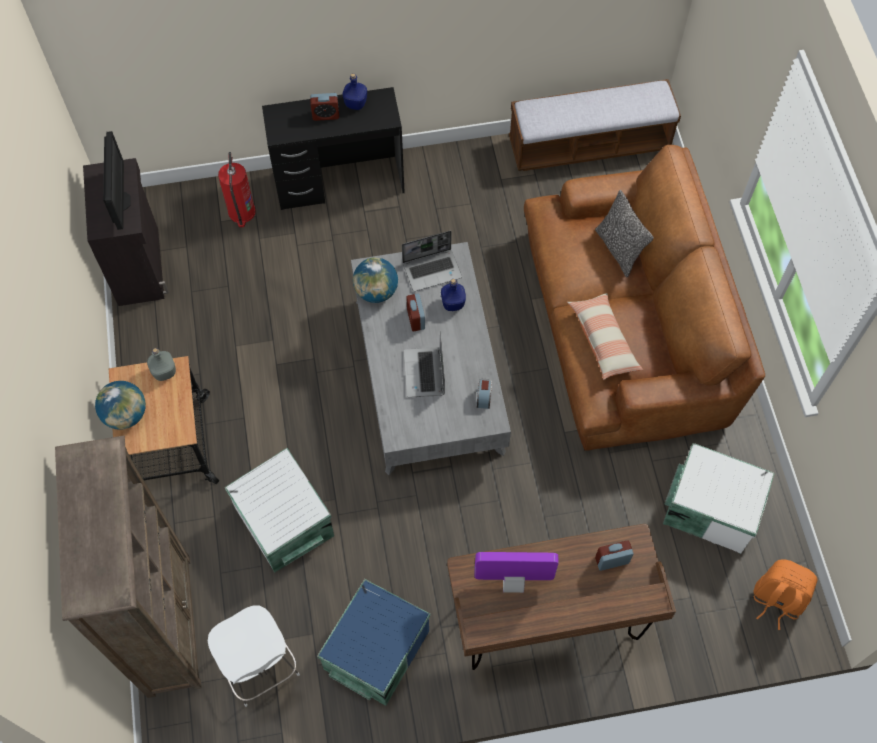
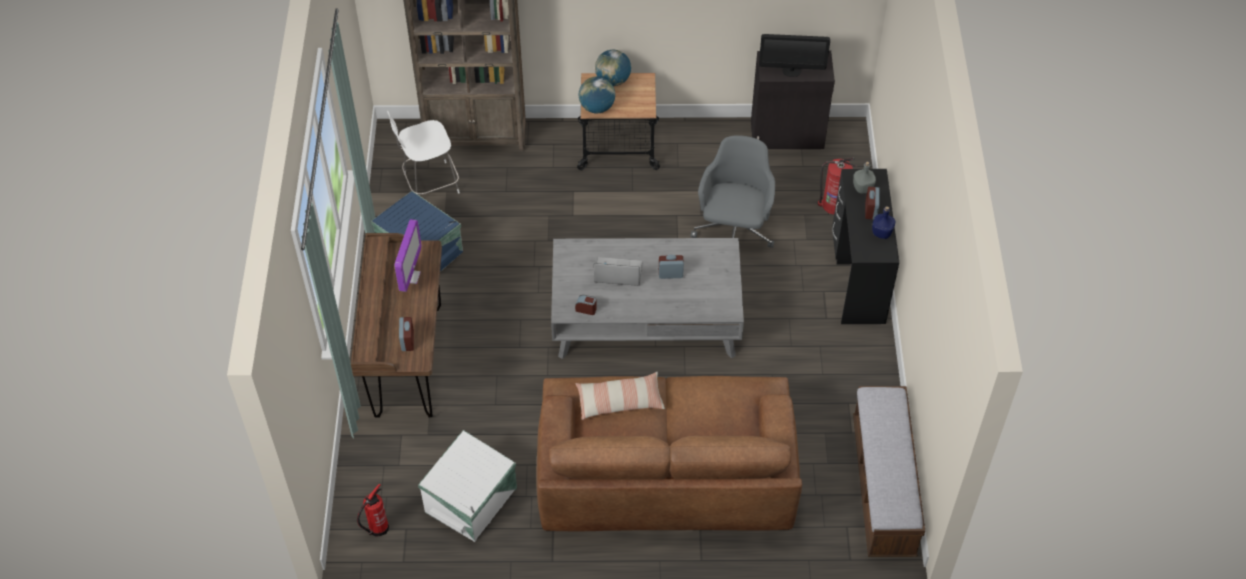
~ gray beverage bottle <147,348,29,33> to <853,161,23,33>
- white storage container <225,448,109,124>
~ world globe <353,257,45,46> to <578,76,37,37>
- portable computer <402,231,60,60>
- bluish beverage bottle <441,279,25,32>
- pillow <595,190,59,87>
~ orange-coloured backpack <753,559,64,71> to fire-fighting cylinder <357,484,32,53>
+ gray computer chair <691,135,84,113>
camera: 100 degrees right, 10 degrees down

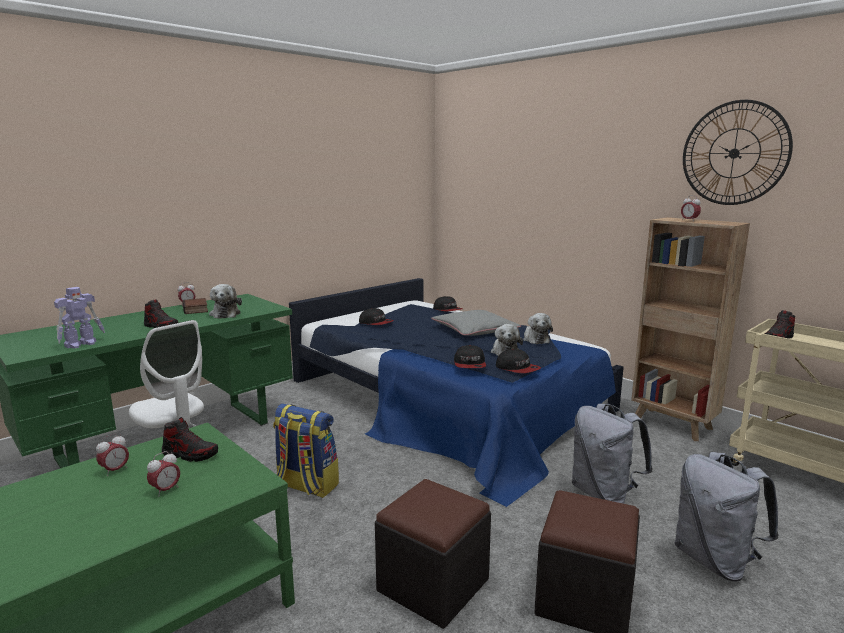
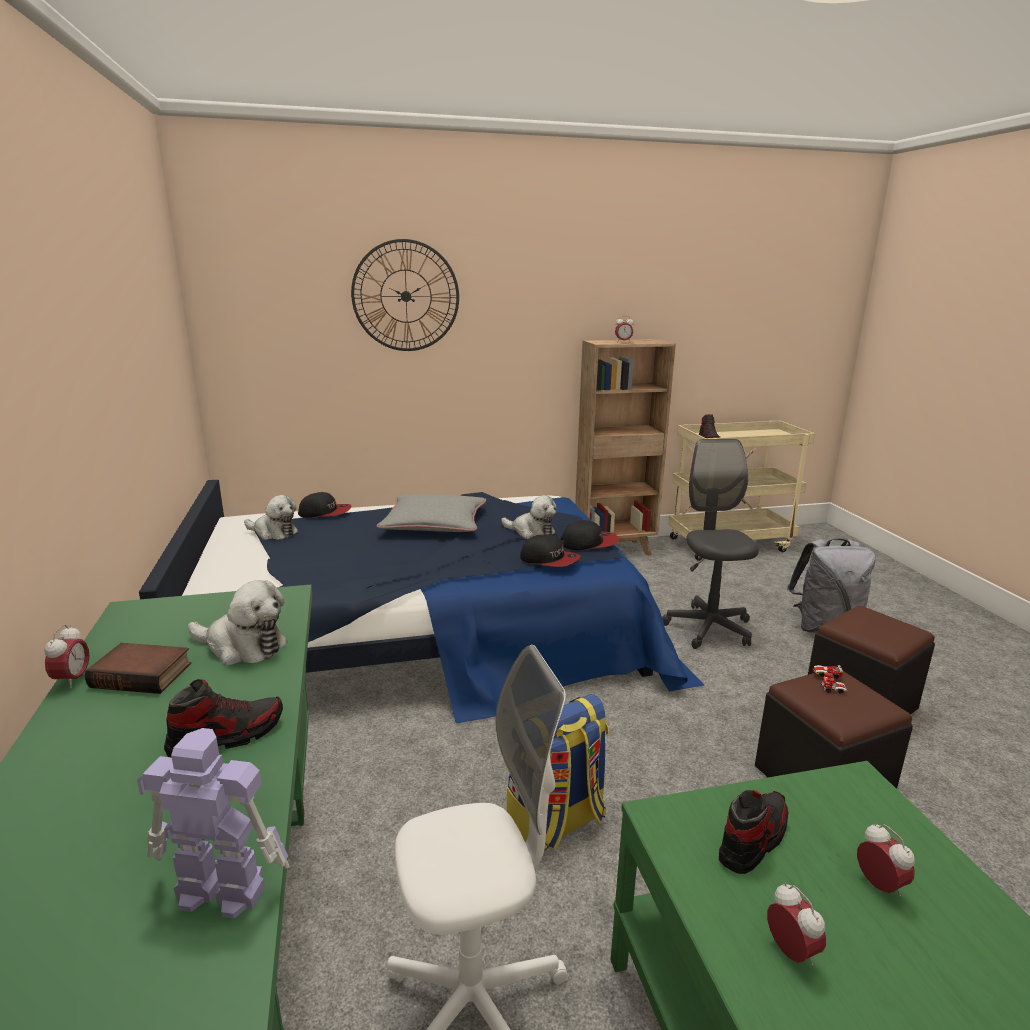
~ model robot <54,287,51,62> = <137,728,152,191> 60 degrees counterclockwise
- baseball cap <359,308,35,17>
~ soft toy <523,313,30,31> to <244,495,54,45>
~ gray backpack <572,404,81,100> to gray computer chair <662,439,97,210>
~ wall clock <683,100,110,105> to <351,239,108,112>
+ miniature car <812,665,35,29>
camera: 60 degrees left, 5 degrees up

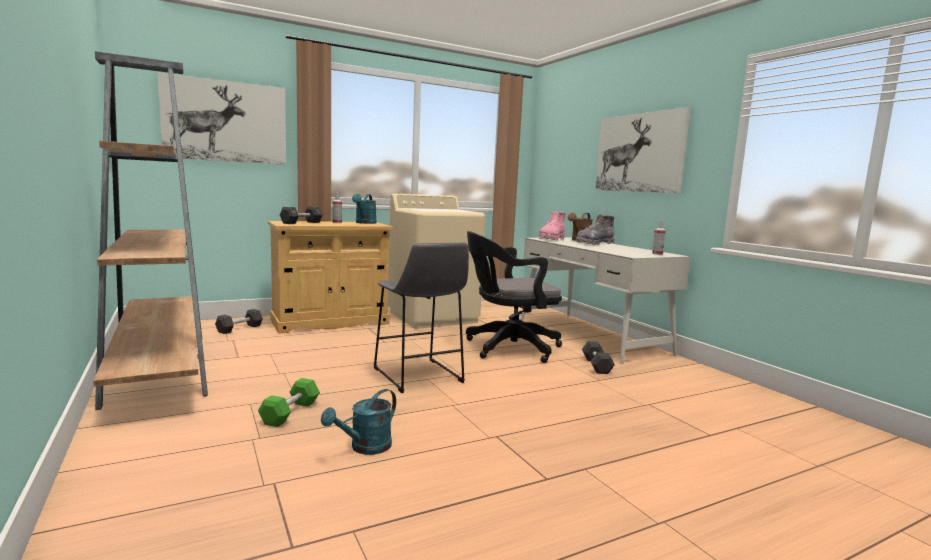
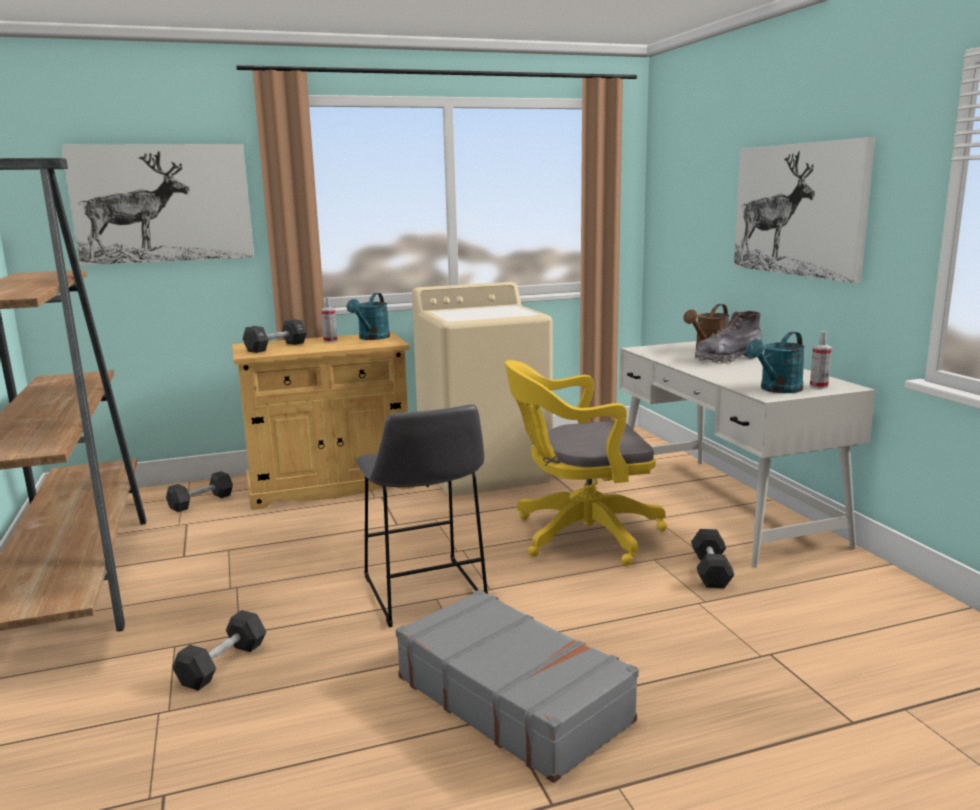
~ greenish dumbbell <258,378,62,49> to blackish dumbbell <172,610,95,81>
~ blue-green watering can <321,389,75,66> to <746,332,59,61>
~ blackish computer chair <466,231,96,132> to yellow computer chair <505,360,162,206>
- pink-coloured boot <539,211,27,30>
+ gray suitcase <396,590,243,193>
camera: 10 degrees right, 5 degrees up

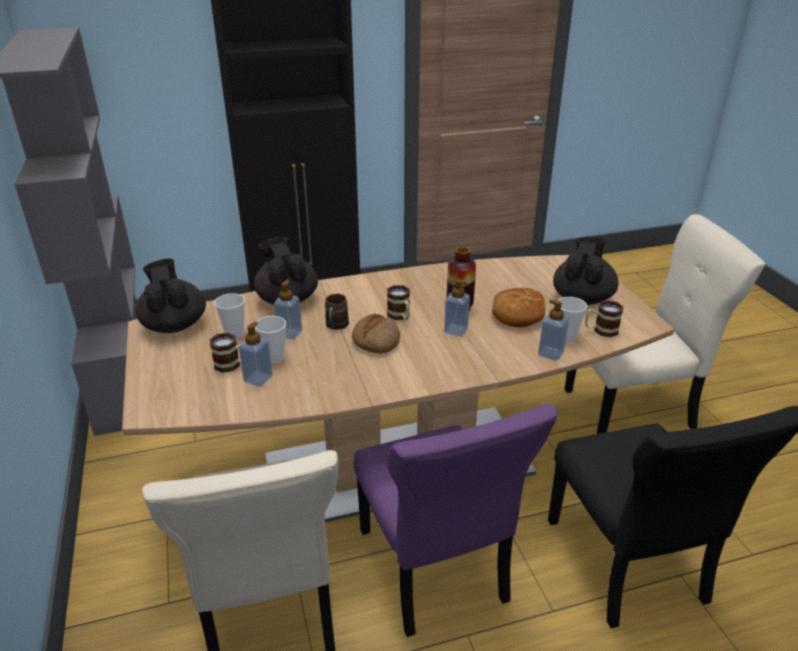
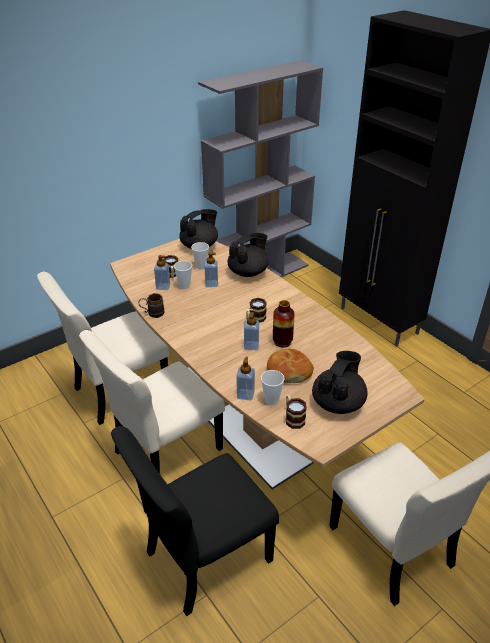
~ brown-coloured mug <325,294,24,36> to <139,293,26,25>
- baked bread <352,314,48,40>
~ purplish plain chair <354,404,204,233> to beige plain chair <79,330,146,144>
~ blackish tea pot <553,237,65,68> = <312,351,55,63> 60 degrees counterclockwise
camera: 70 degrees right, 5 degrees up

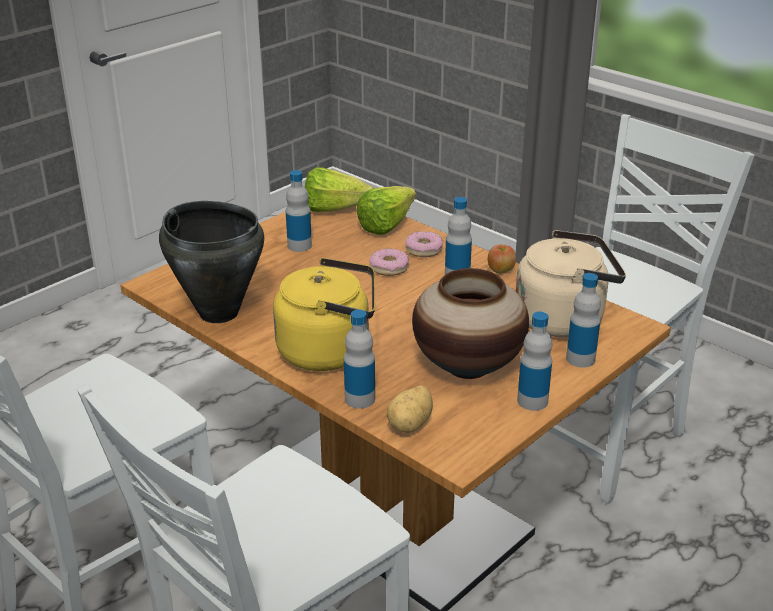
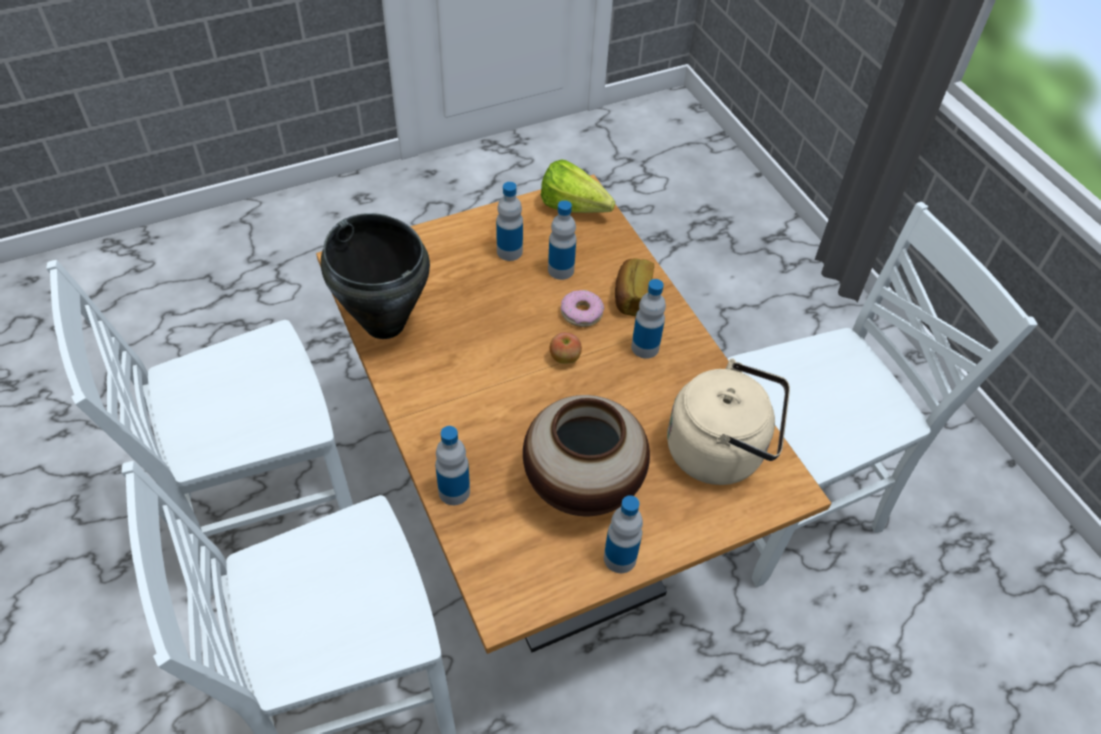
- yellow kettle <273,258,102,113>
- head of lettuce <356,186,60,49>
- whole potato <387,385,46,48>
~ ring doughnut <405,231,38,26> to baked bread <615,259,39,57>
~ apple fruit <488,245,28,29> to <550,332,32,32>
~ beverage bottle <566,273,35,95> to <548,200,28,80>
camera: 20 degrees right, 20 degrees up

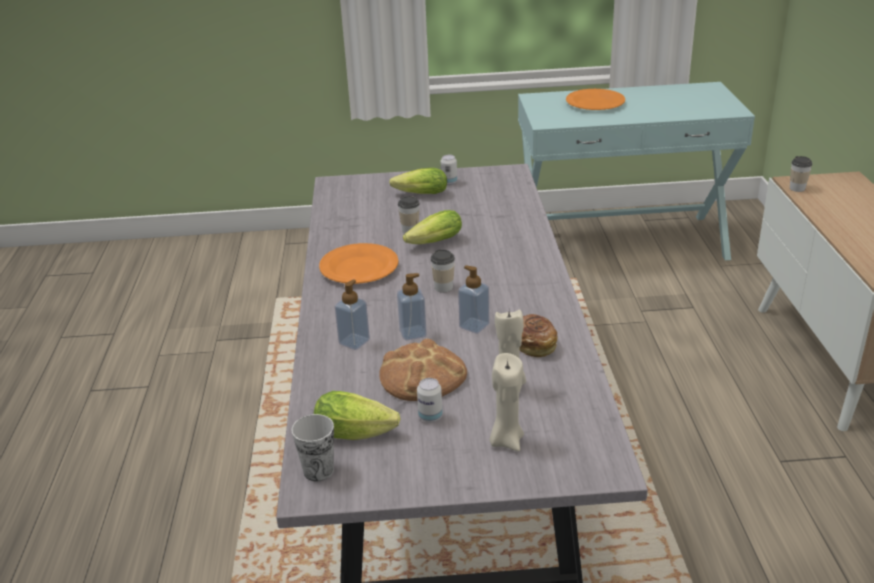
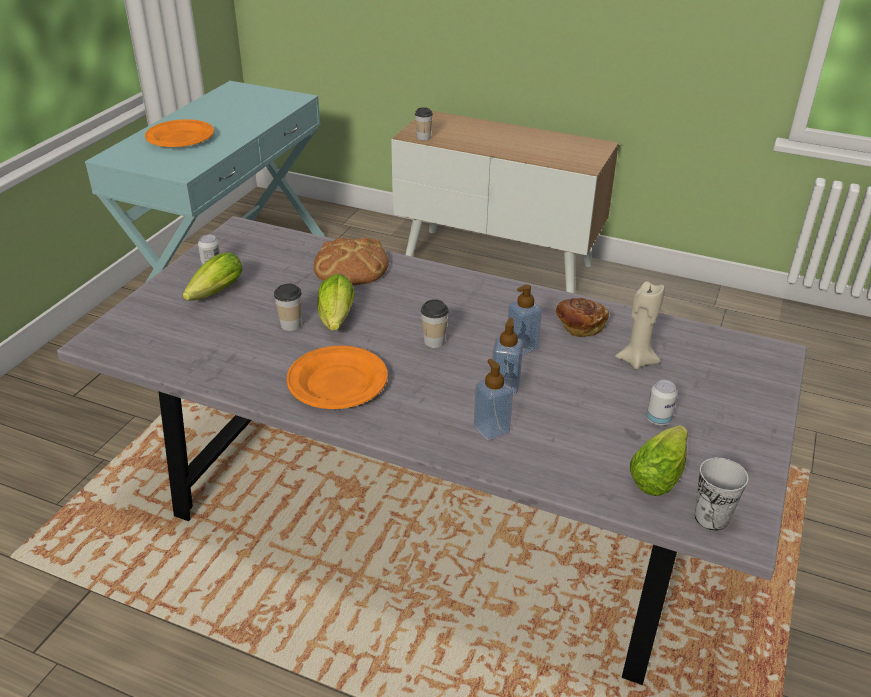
~ baked bread <379,339,88,62> to <314,237,75,48>
- beige wax candle <489,353,35,98>
camera: 65 degrees left, 5 degrees up

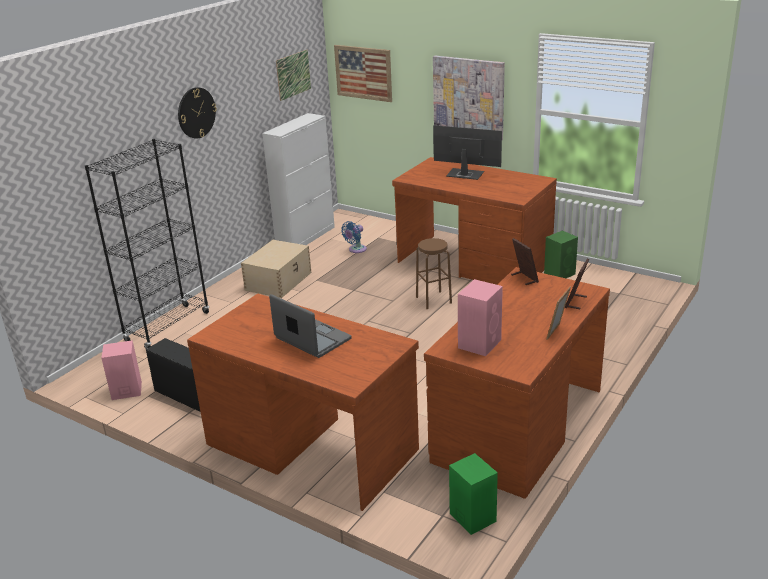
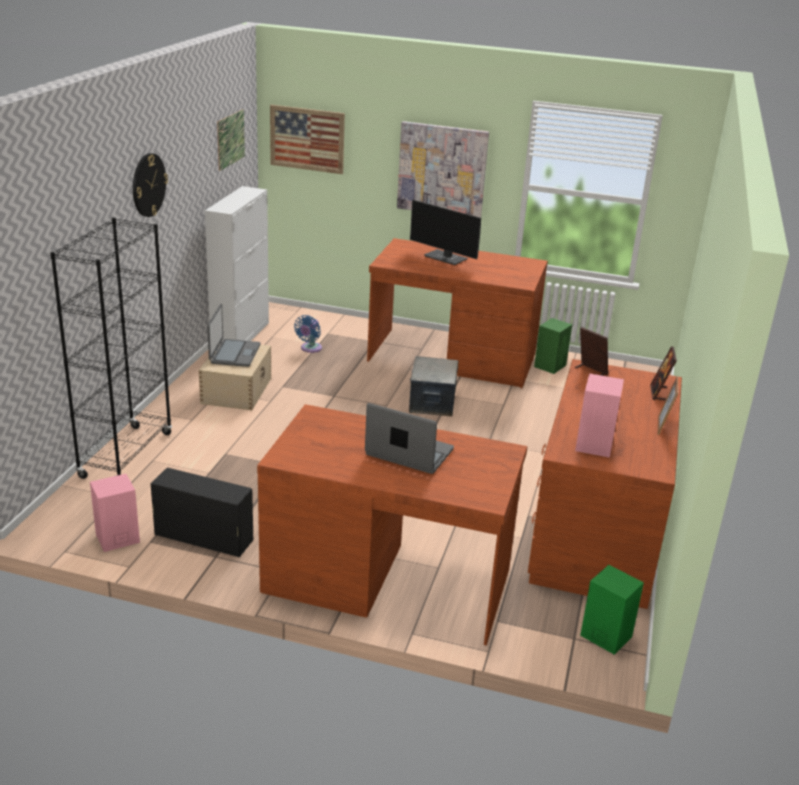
~ brown-coloured sitting stool <416,238,36,71> to storage container <409,356,49,61>
~ computer screen <433,125,69,55> = <410,200,71,65> 150 degrees counterclockwise
+ portable computer <207,304,53,63>
camera: 20 degrees left, 0 degrees up

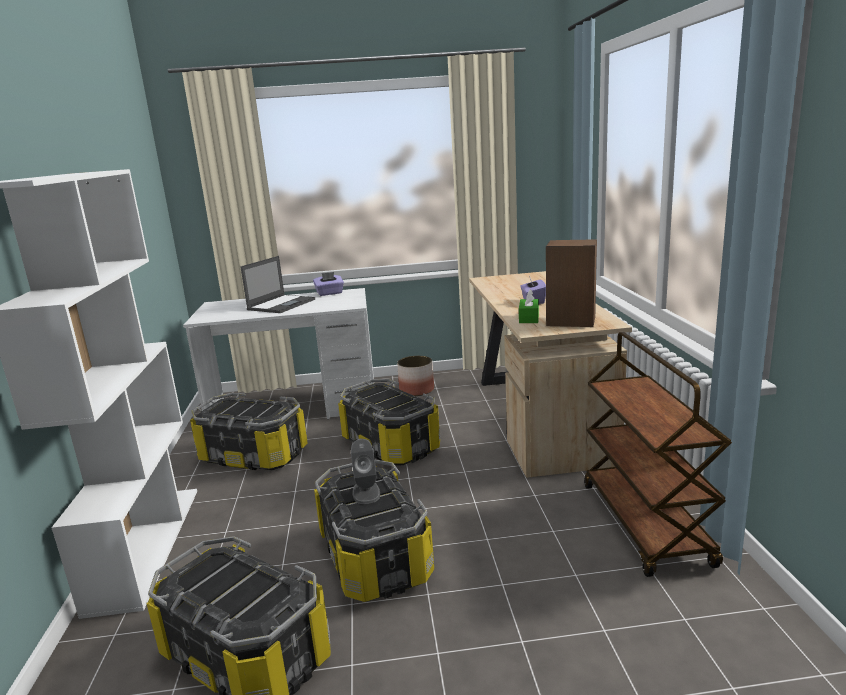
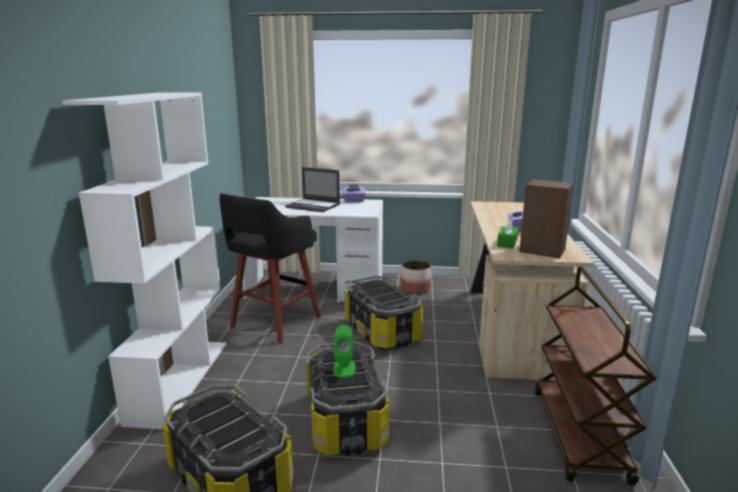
~ storage container <190,393,118,77> to blackish sitting stool <219,193,102,151>
~ portable computer <240,256,75,57> = <285,167,55,45> 75 degrees clockwise
~ gray audio speaker <351,439,29,65> to greenish audio speaker <333,325,23,53>
camera: 10 degrees right, 0 degrees up

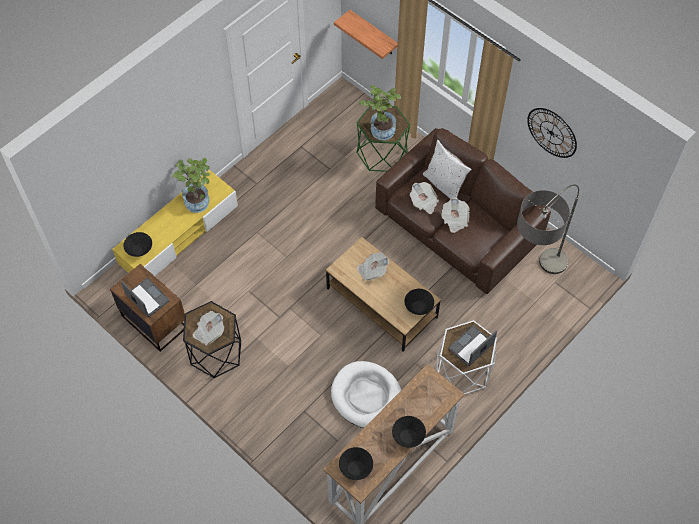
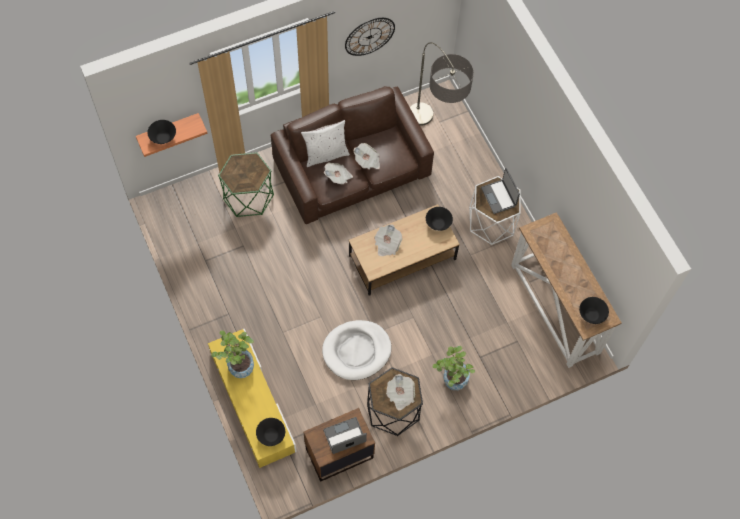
~ white pet bed <331,361,71,67> to <322,320,70,60>
~ houseplant <359,85,42,55> to <432,346,43,44>
~ blackish bowl <392,416,34,32> to <147,120,29,24>
camera: 70 degrees left, 5 degrees up

